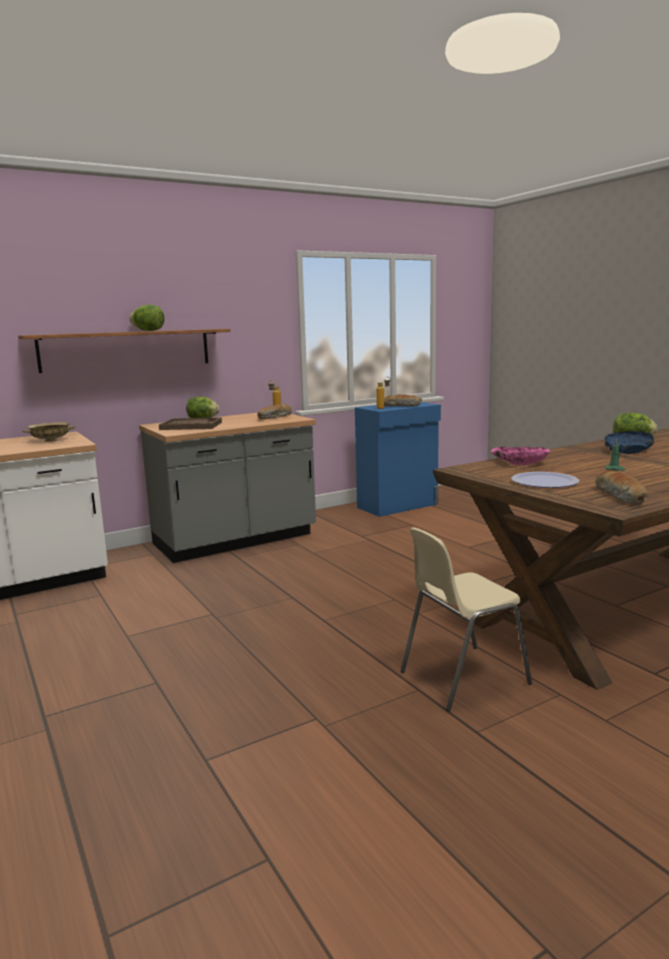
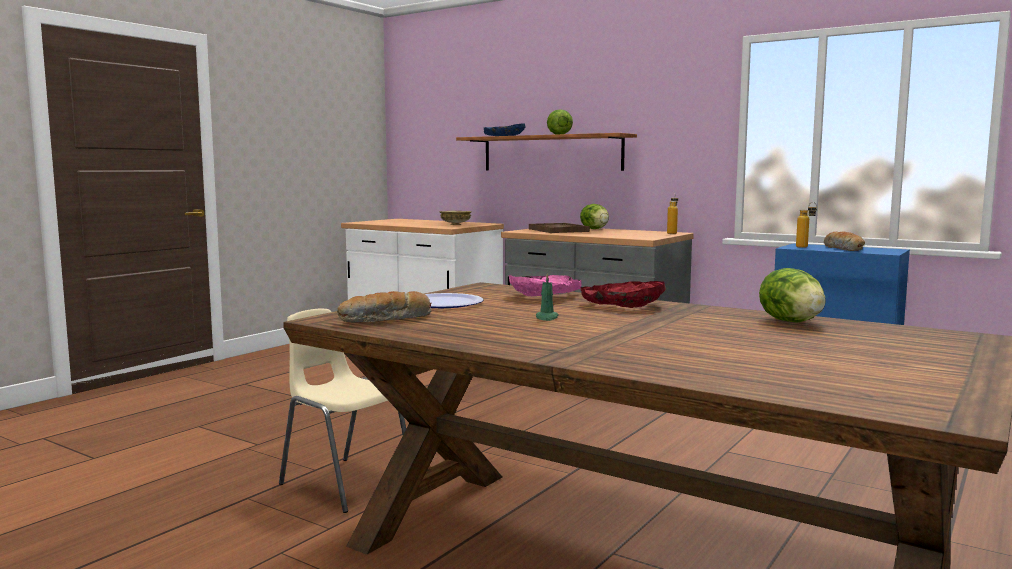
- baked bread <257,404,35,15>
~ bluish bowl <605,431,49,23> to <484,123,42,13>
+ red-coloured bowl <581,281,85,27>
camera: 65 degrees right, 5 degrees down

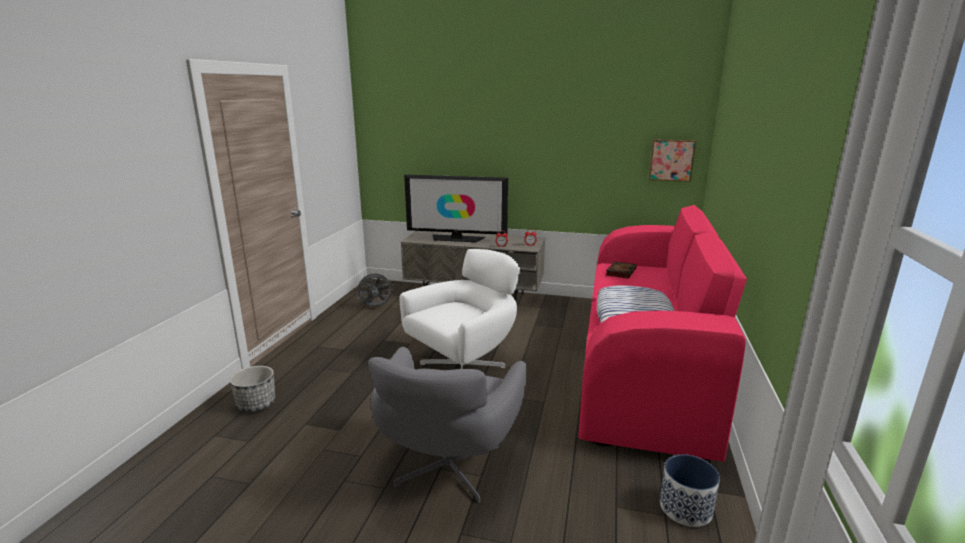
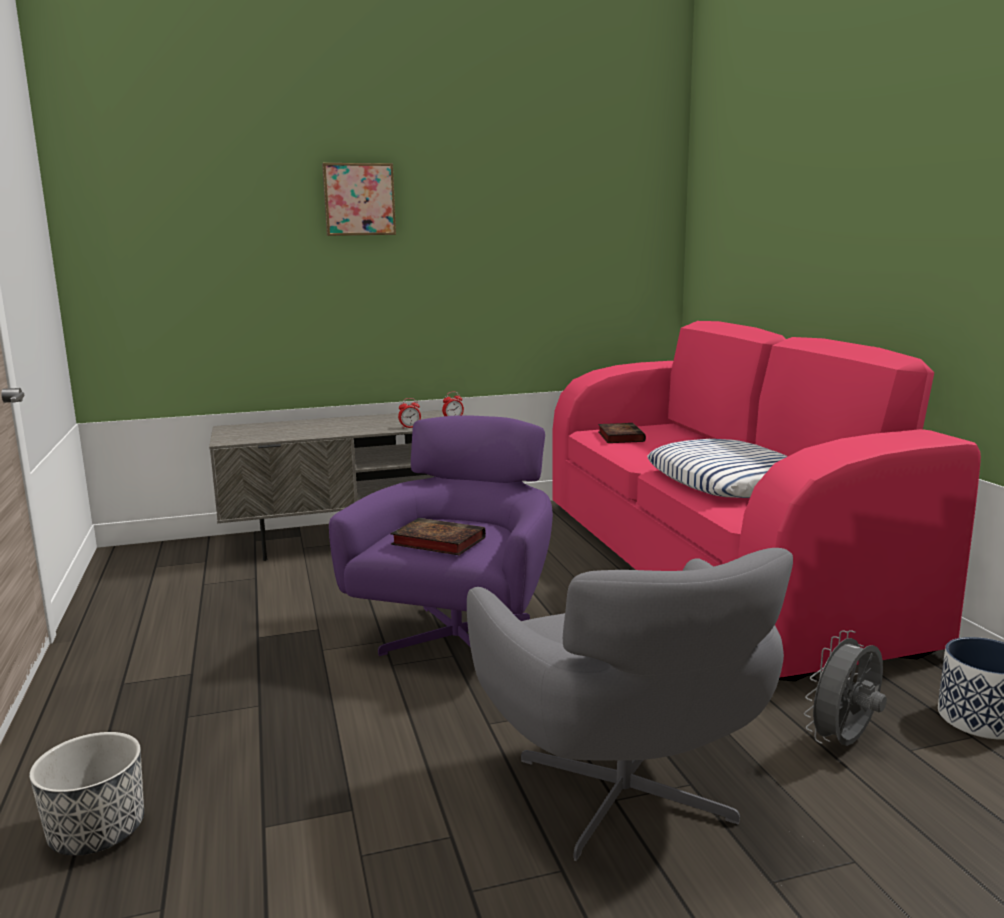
~ gray electric fan <355,271,38,36> to <804,630,83,116>
~ white armchair <400,249,120,120> to purplish armchair <329,415,224,241>
- TV <404,175,104,67>
~ picture <649,139,47,43> to <322,163,74,73>
+ volume <390,518,96,37>
camera: 30 degrees left, 5 degrees down

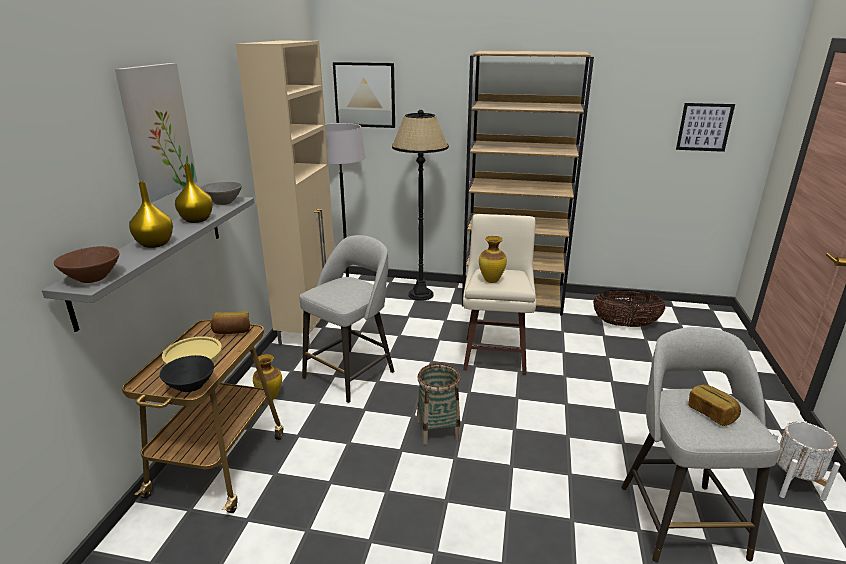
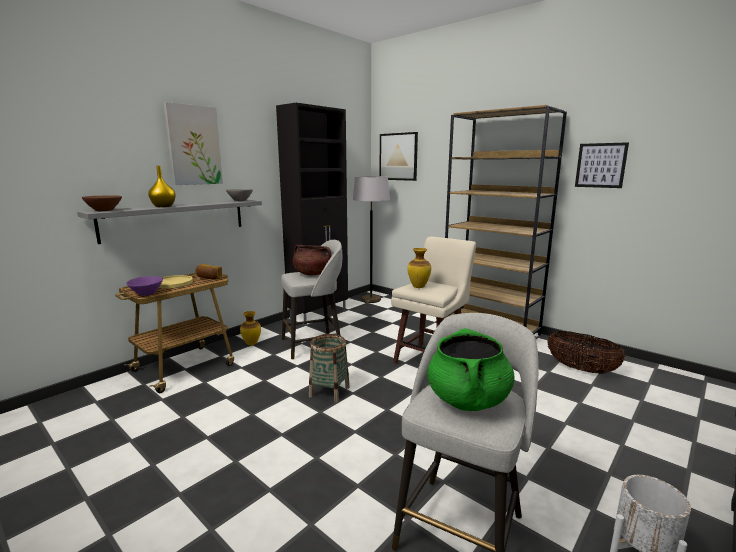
~ blackish bowl <160,355,54,37> to purplish bowl <126,276,37,20>
- yellow decorative vase <175,163,38,60>
~ beige cupboard <236,41,98,308> to blackish cupboard <276,103,72,223>
- blackish floor lamp <392,110,57,191>
~ picture <676,103,59,49> to <575,142,54,46>
~ baked bread <688,385,53,41> to greenish saucepot <427,328,88,83>
+ brown-coloured saucepot <293,245,38,30>
camera: 30 degrees right, 10 degrees down

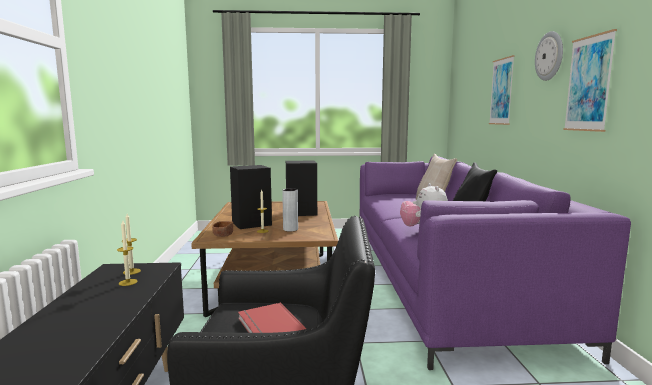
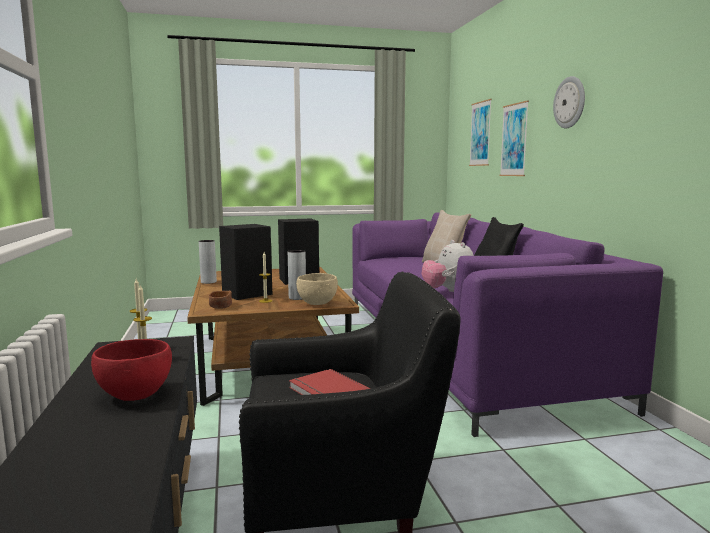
~ picture <563,29,54,103> to <469,99,23,67>
+ red-coloured bowl <91,339,81,62>
+ gray decorative vase <199,240,18,44>
+ beige bowl <296,273,42,32>
camera: 10 degrees left, 0 degrees up

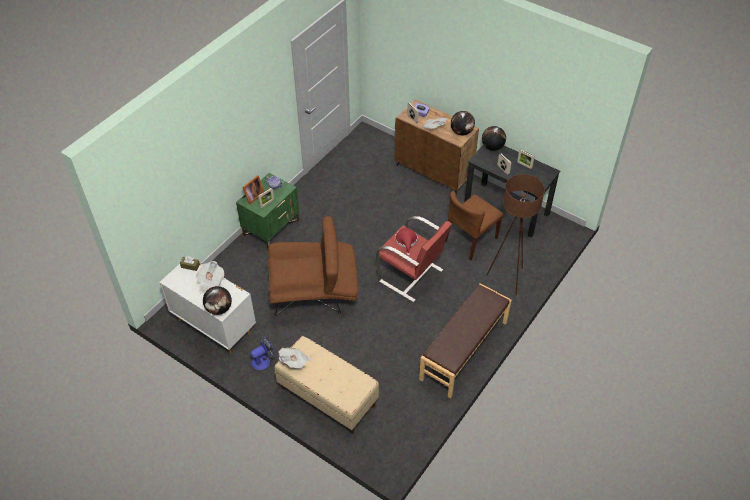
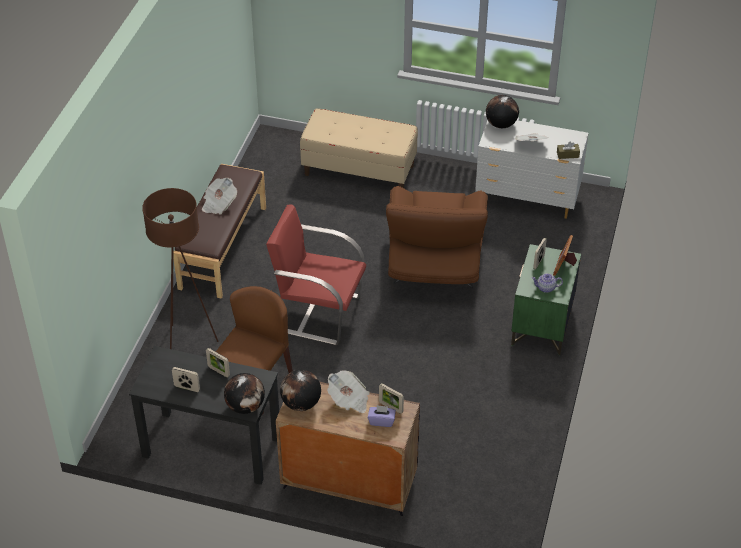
- electric fan <250,336,25,34>
~ brown-coloured armchair <268,216,90,99> = <386,186,102,102> 60 degrees counterclockwise
~ printed paper <279,348,32,21> to <202,178,35,37>
- red-coloured clothing hat <395,228,22,28>
camera: 160 degrees right, 5 degrees down

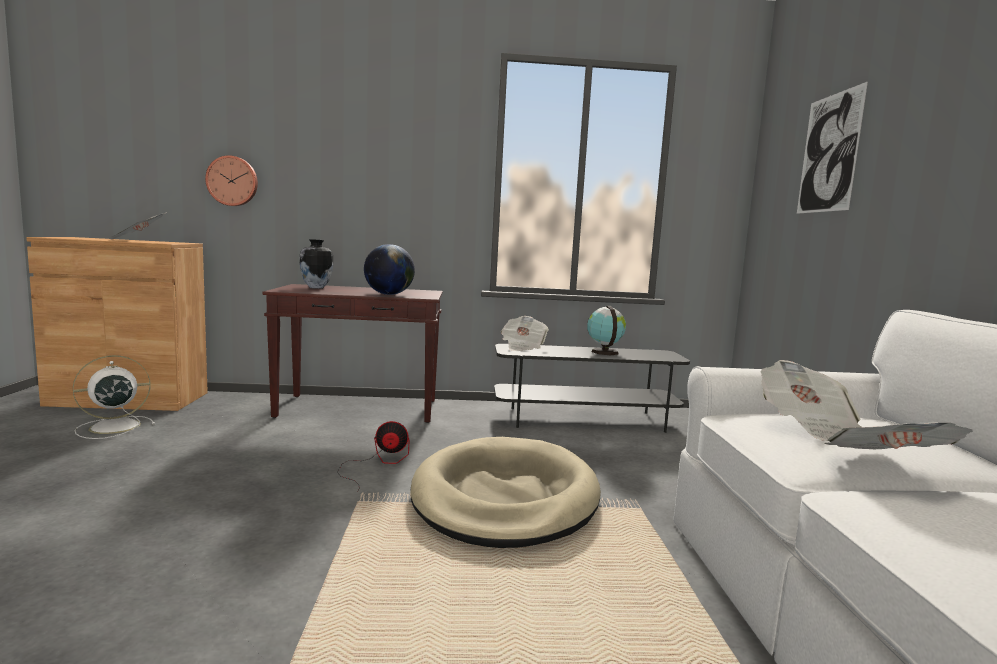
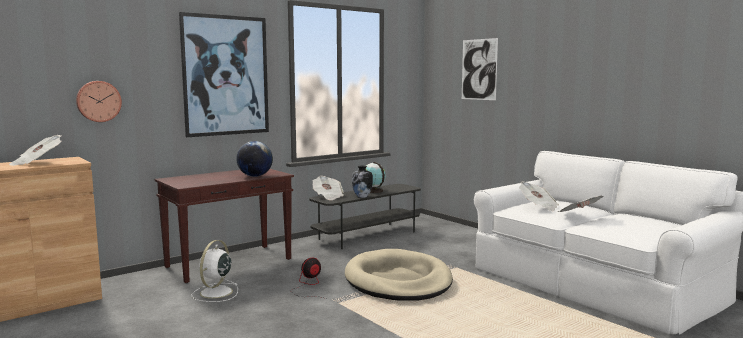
~ white electric fan <73,355,82,84> to <192,240,46,62>
~ decorative vase <300,239,33,50> to <352,166,21,32>
+ picture <179,12,90,125>
camera: 35 degrees left, 0 degrees up

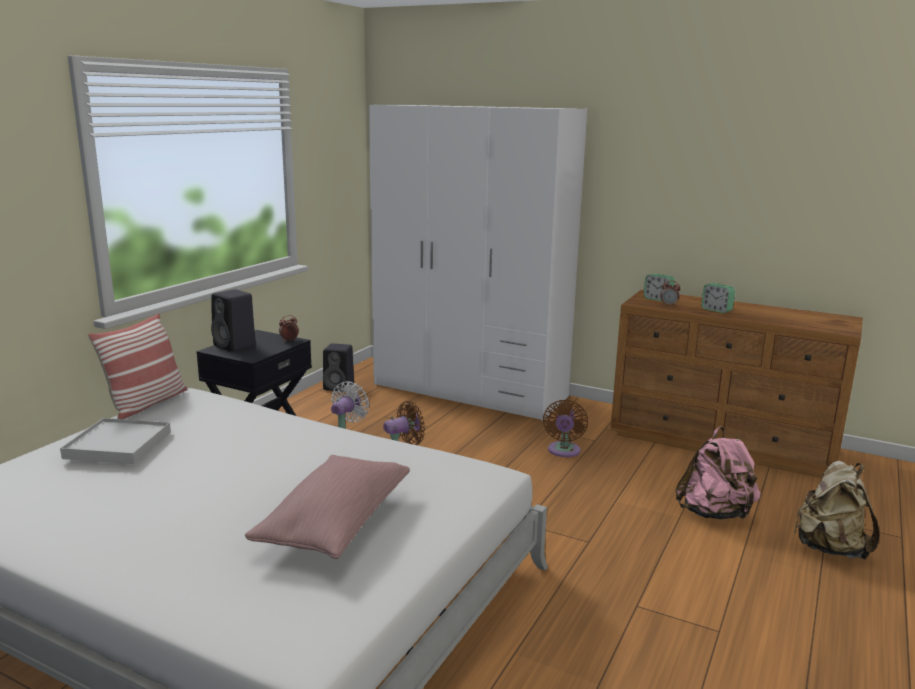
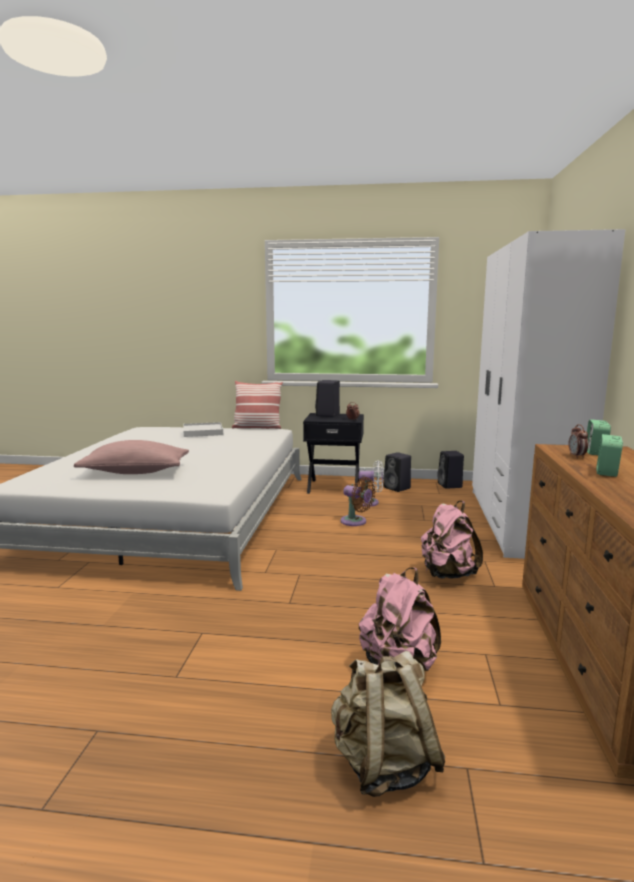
~ brown-coloured electric fan <543,400,45,57> to pink-coloured backpack <421,501,62,78>
+ blackish audio speaker <383,452,28,40>
camera: 70 degrees right, 5 degrees down

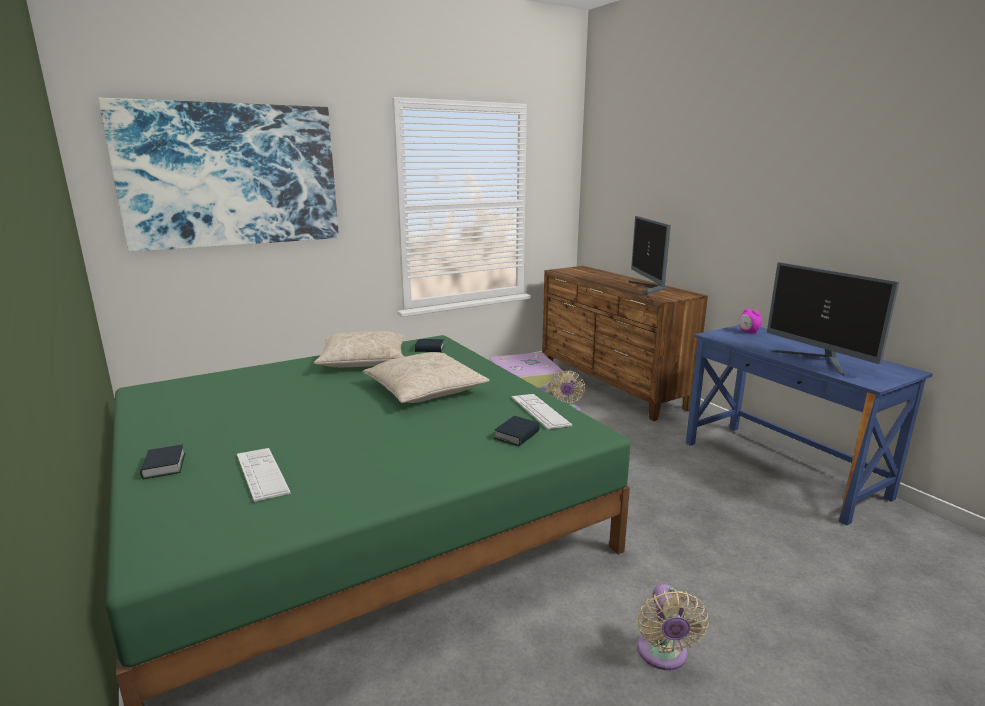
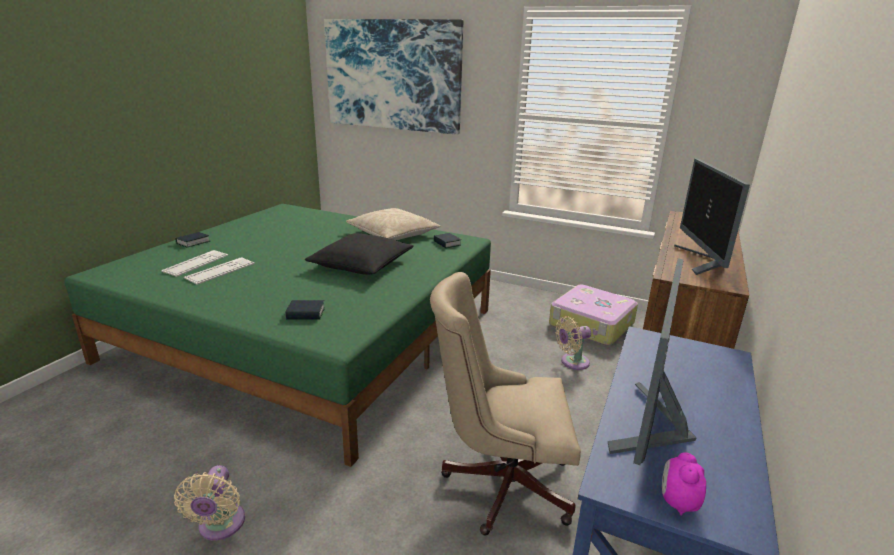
~ beige pillow <363,352,126,51> to blackish pillow <305,233,109,42>
~ computer keyboard <512,394,60,35> to <184,257,71,28>
~ computer screen <629,216,42,79> = <674,159,76,116> 45 degrees counterclockwise
~ beige electric fan <637,584,72,86> = <174,465,71,76> 60 degrees counterclockwise
~ table clock <739,309,23,25> to <662,452,44,63>
+ beige computer chair <430,272,151,264>
camera: 55 degrees right, 5 degrees up

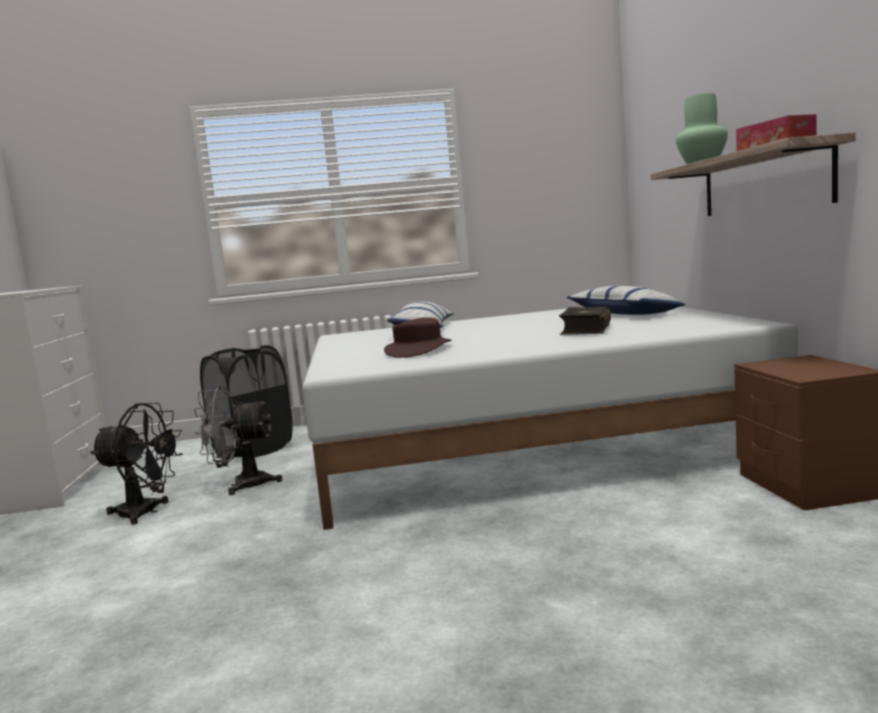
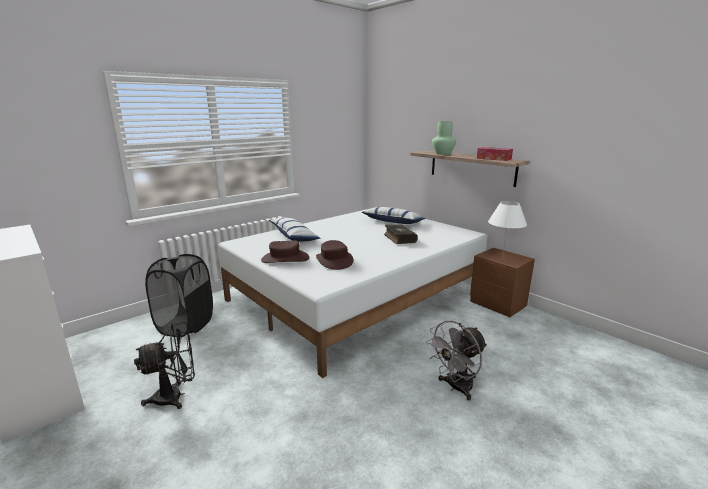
~ gray electric fan <194,385,89,110> to <426,321,61,80>
+ brown-coloured clothing hat <261,240,48,23>
+ white table lamp <488,201,39,57>
camera: 35 degrees left, 10 degrees up

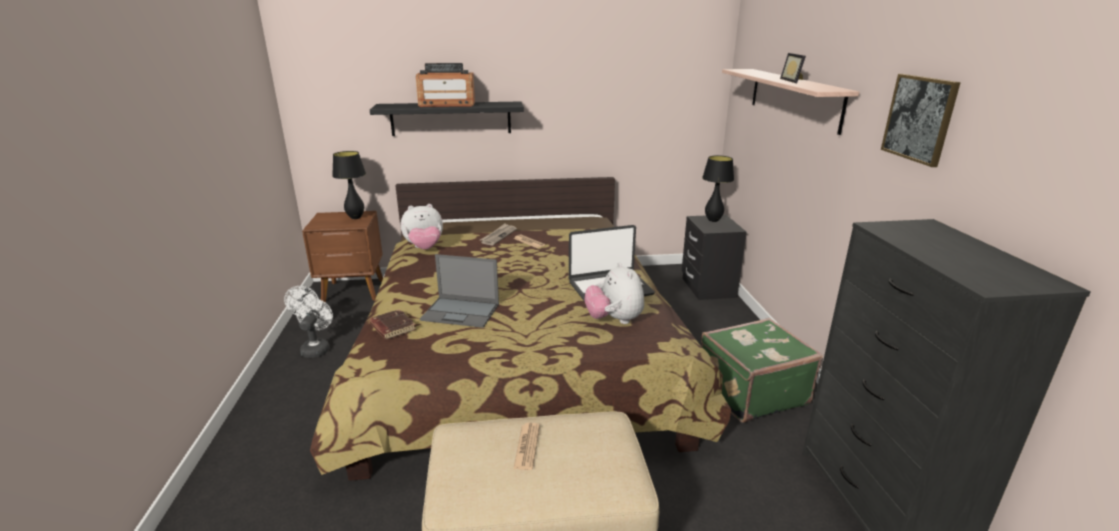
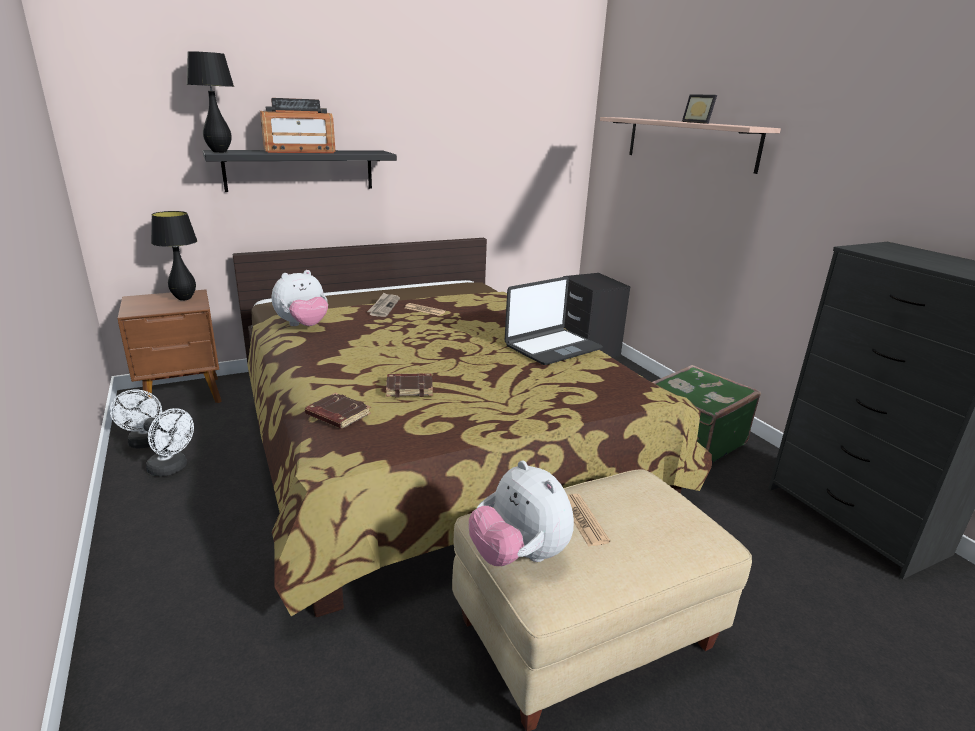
~ white electric fan <296,298,37,60> = <143,408,51,68> 135 degrees clockwise
~ portable computer <420,254,79,74> to brown-coloured volume <386,373,47,24>
~ soft toy <584,262,60,62> to <469,461,105,105>
~ blackish table lamp <702,155,32,67> to <186,51,48,102>
- picture <881,74,80,93>
camera: 20 degrees left, 0 degrees up

